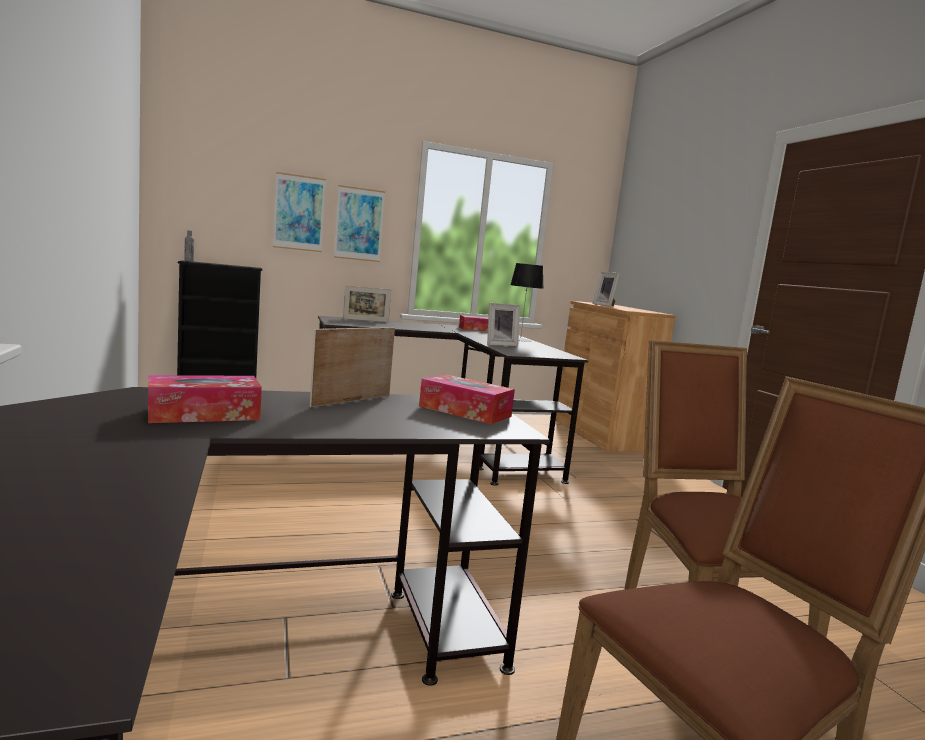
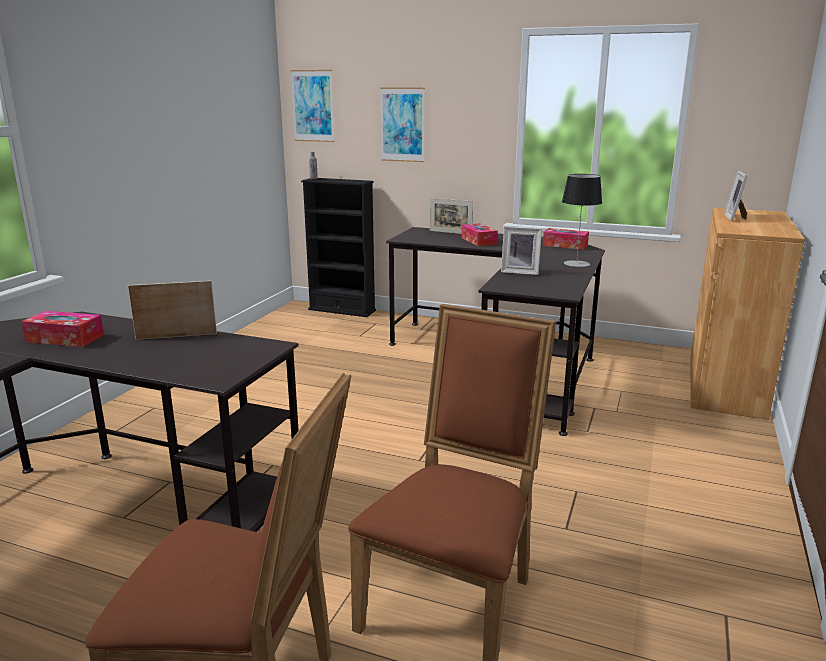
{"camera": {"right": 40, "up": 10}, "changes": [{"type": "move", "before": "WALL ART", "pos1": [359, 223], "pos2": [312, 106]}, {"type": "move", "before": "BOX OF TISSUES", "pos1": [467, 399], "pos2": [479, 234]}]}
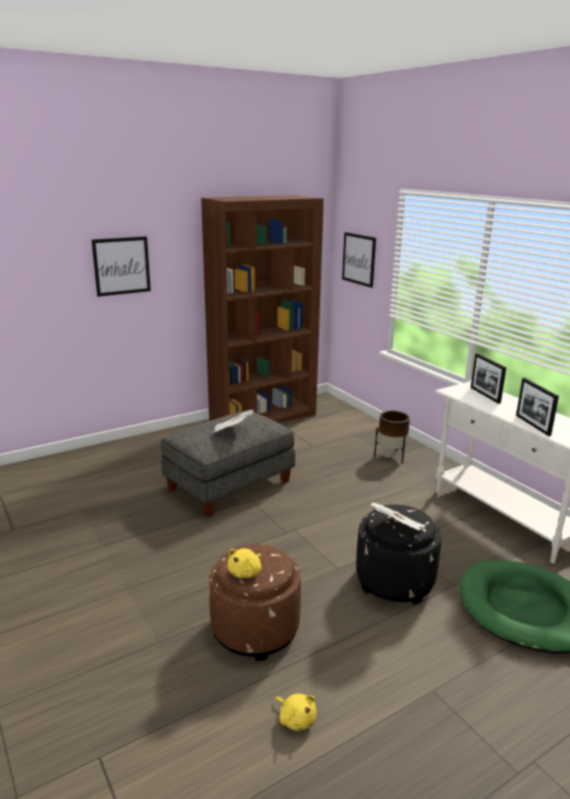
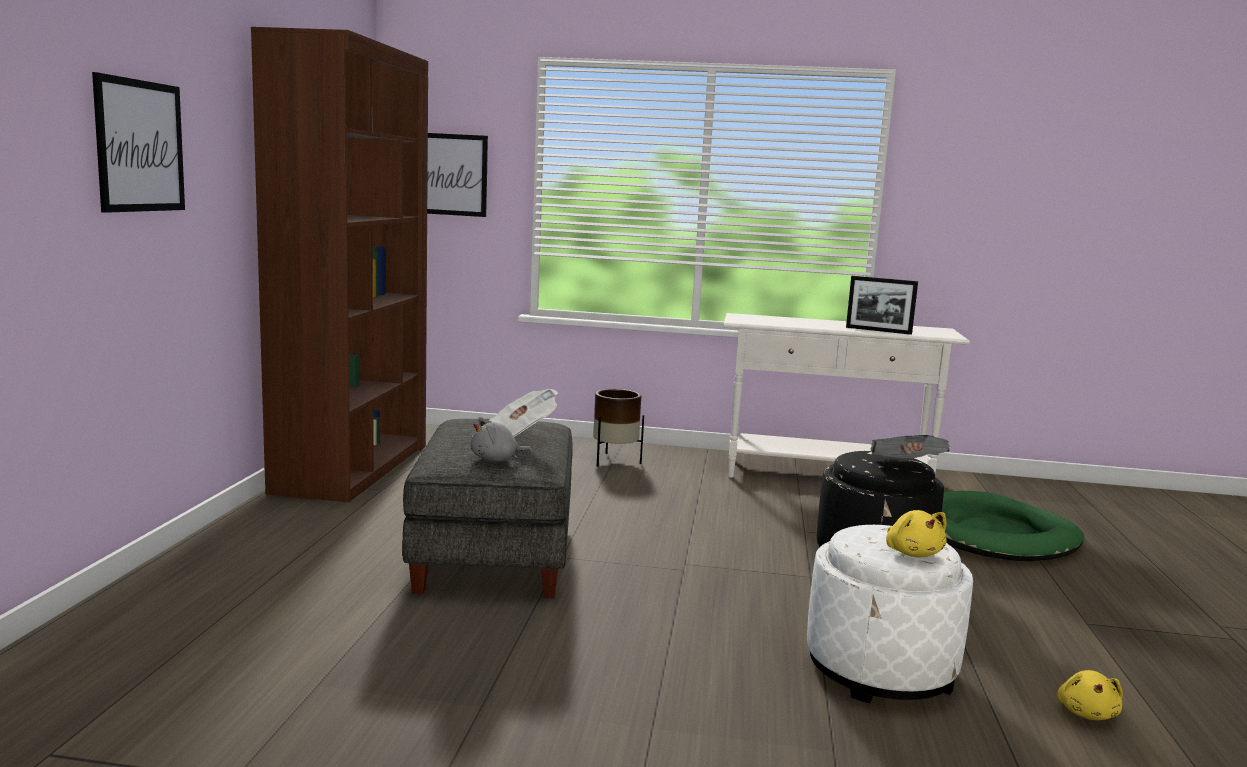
{"camera": {"right": -50, "up": -10}, "changes": [{"type": "insert", "after": "GREY CUDDLY TOY", "pos2": [502, 439]}, {"type": "recolor", "before": "BROWNISH FOOTREST", "after": "WHITE-COLOURED FOOTREST", "pos1": [255, 602], "pos2": [890, 614]}, {"type": "rotate", "before": "YELLOW CUDDLY TOY", "pos1": [296, 712], "pos2": [1090, 695], "turn": 105}, {"type": "delete", "before": "PHOTO FRAME", "pos1": [488, 378]}]}
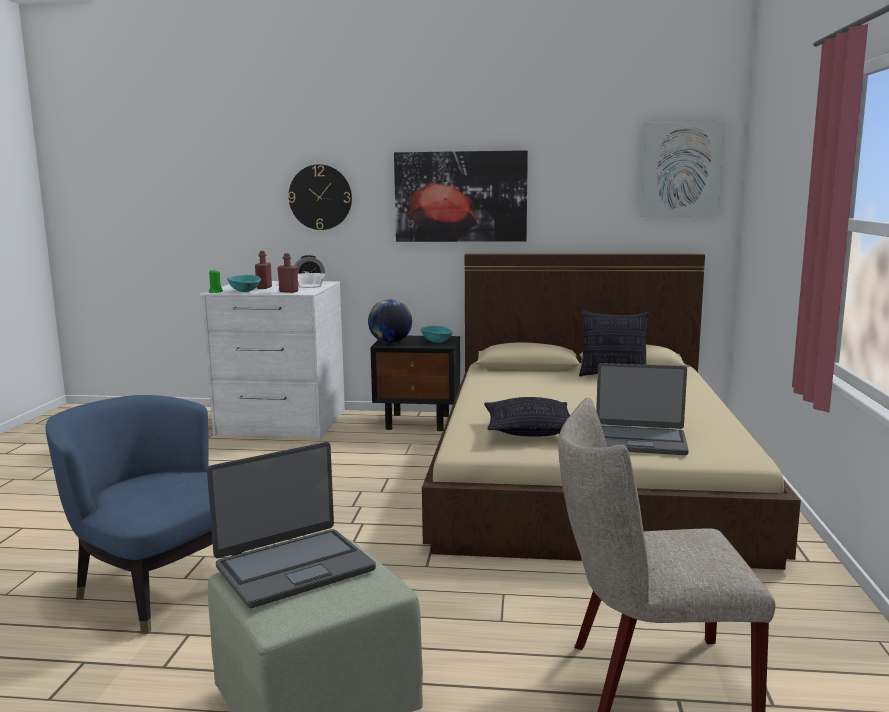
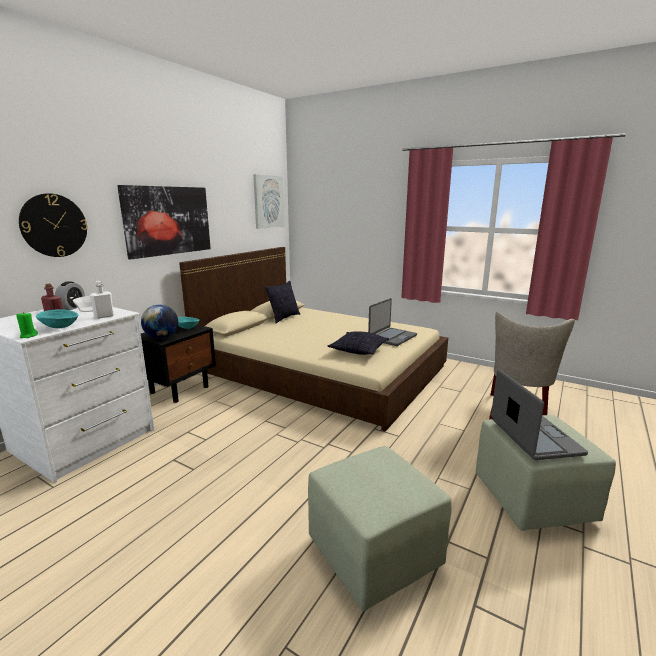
{"camera": {"right": -65, "up": 5}, "changes": [{"type": "recolor", "before": "RED BEVERAGE BOTTLE", "after": "WHITE-COLOURED BEVERAGE BOTTLE", "pos1": [287, 273], "pos2": [101, 300]}, {"type": "replace", "before": "BLUE EASY CHAIR", "after": "GREENISH FOOTREST", "pos1": [143, 514], "pos2": [380, 528]}]}
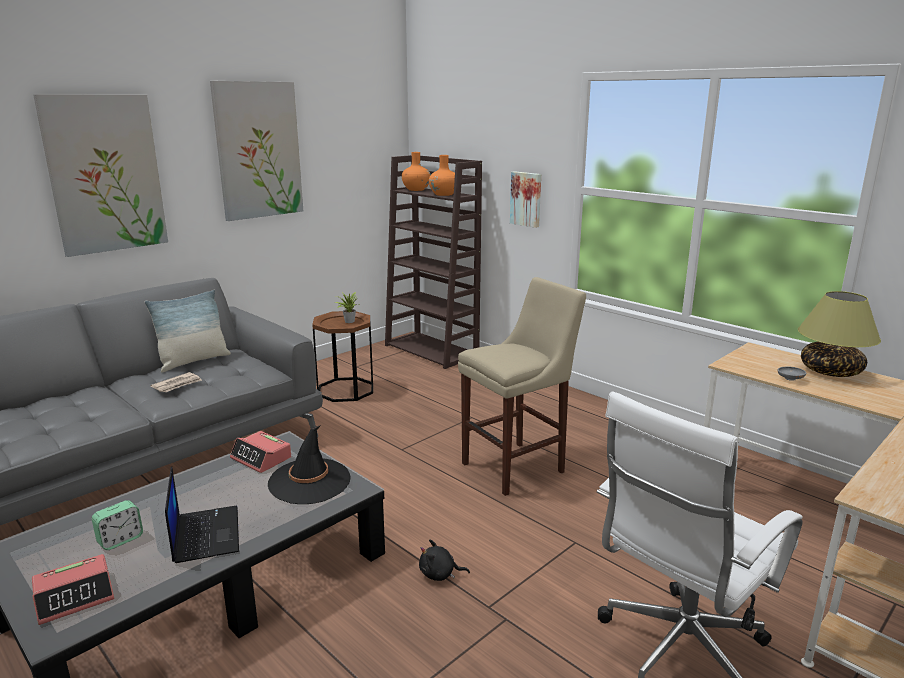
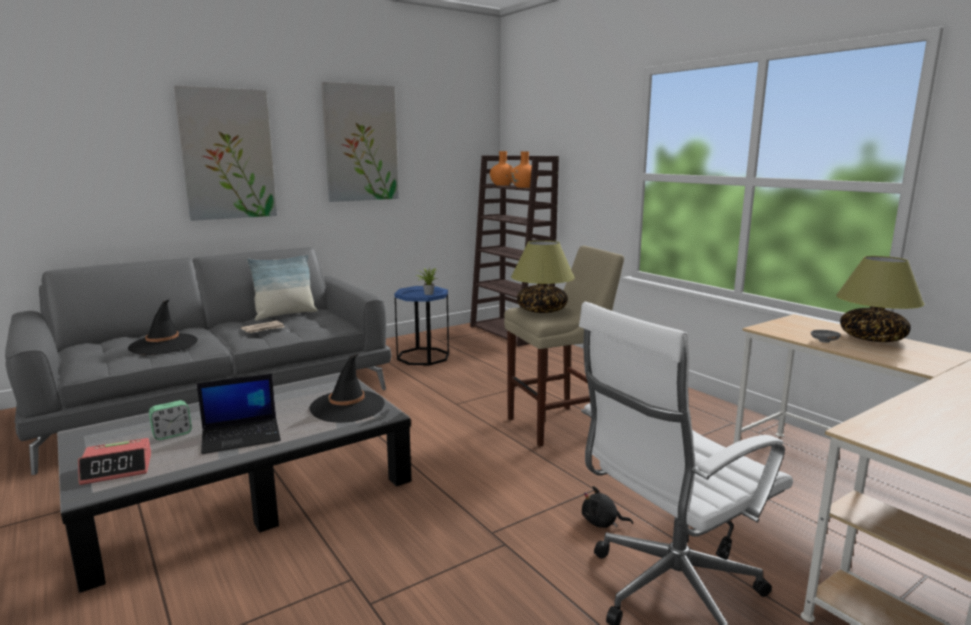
{"camera": {"right": 10, "up": -5}, "changes": [{"type": "insert", "after": "BLACKISH CLOTHING HAT", "pos2": [163, 327]}, {"type": "rotate", "before": "LAPTOP", "pos1": [202, 515], "pos2": [239, 414], "turn": 75}, {"type": "recolor", "before": "BROWNISH END TABLE", "after": "BLUE END TABLE", "pos1": [342, 356], "pos2": [422, 325]}, {"type": "insert", "after": "TABLETOP LAMP", "pos2": [543, 276]}, {"type": "move", "before": "BLACKISH CUDDLY TOY", "pos1": [444, 560], "pos2": [607, 507]}, {"type": "delete", "before": "ALARM CLOCK", "pos1": [260, 452]}, {"type": "delete", "before": "WALL ART", "pos1": [525, 199]}]}
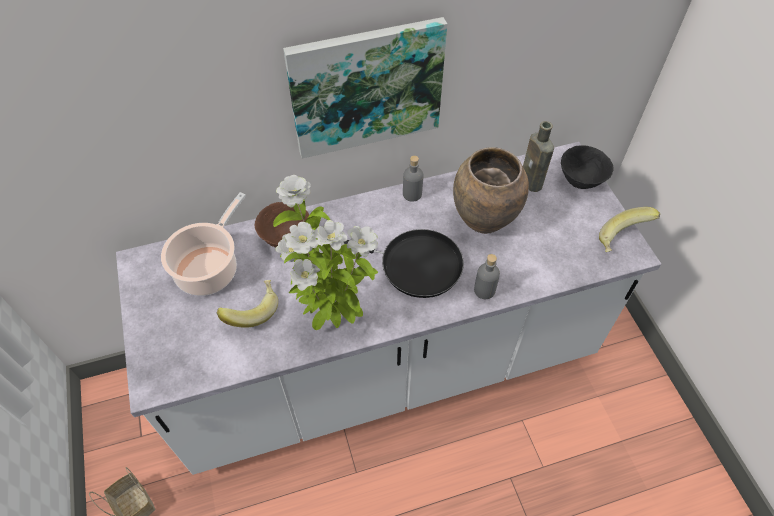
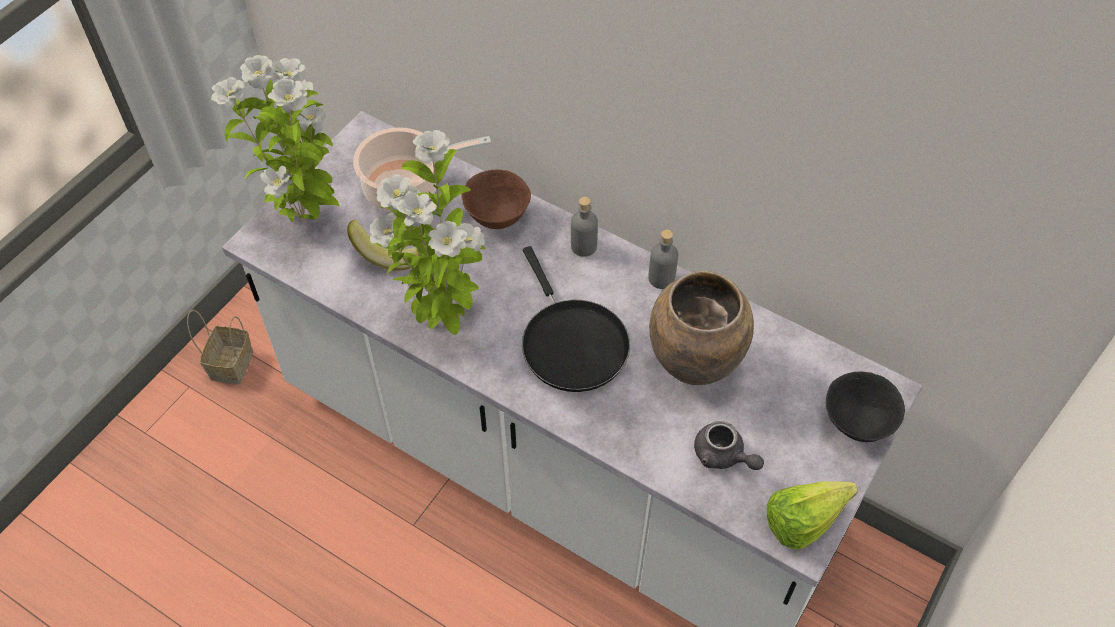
{"camera": {"right": 50, "up": 0}, "changes": [{"type": "insert", "after": "POTTED PLANT", "pos2": [275, 139]}, {"type": "move", "before": "GREY BEVERAGE BOTTLE", "pos1": [487, 276], "pos2": [584, 227]}, {"type": "insert", "after": "GREY TEA POT", "pos2": [729, 445]}, {"type": "replace", "before": "BANANA FRUIT", "after": "HEAD OF LETTUCE", "pos1": [629, 229], "pos2": [812, 515]}, {"type": "delete", "before": "WALL ART", "pos1": [365, 88]}, {"type": "delete", "before": "BROWNISH BEVERAGE BOTTLE", "pos1": [538, 156]}]}
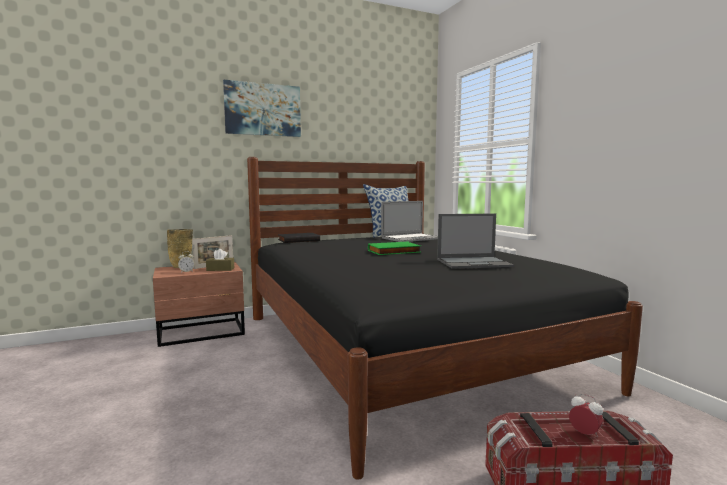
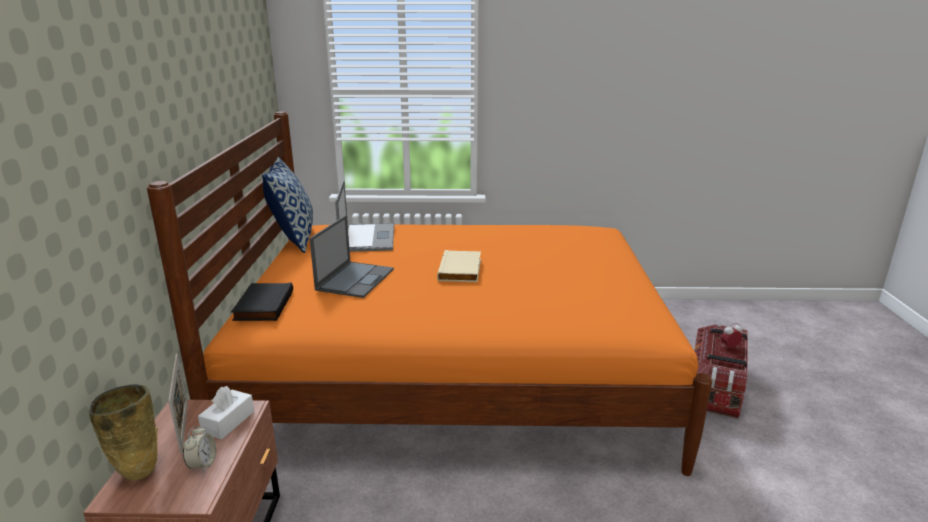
{"camera": {"right": -65, "up": 15}, "changes": [{"type": "recolor", "before": "BLACKISH BEDROOM BED", "after": "ORANGEY BEDROOM BED", "pos1": [445, 318], "pos2": [429, 293]}, {"type": "recolor", "before": "BROWNISH BOX OF TISSUES", "after": "WHITE-COLOURED BOX OF TISSUES", "pos1": [220, 260], "pos2": [226, 413]}, {"type": "move", "before": "LAPTOP", "pos1": [475, 241], "pos2": [352, 256]}, {"type": "recolor", "before": "GREENISH VOLUME", "after": "BEIGE-COLOURED VOLUME", "pos1": [394, 248], "pos2": [459, 266]}, {"type": "delete", "before": "WALL ART", "pos1": [262, 108]}]}
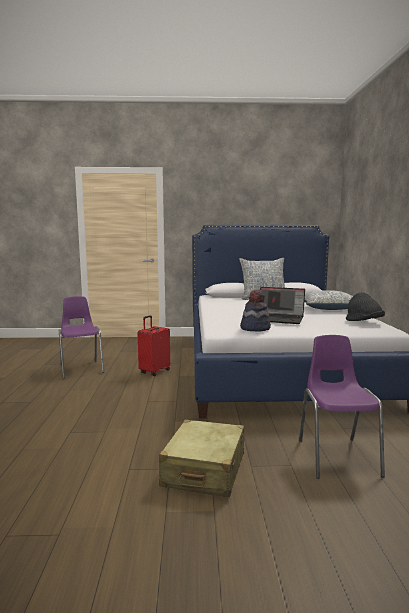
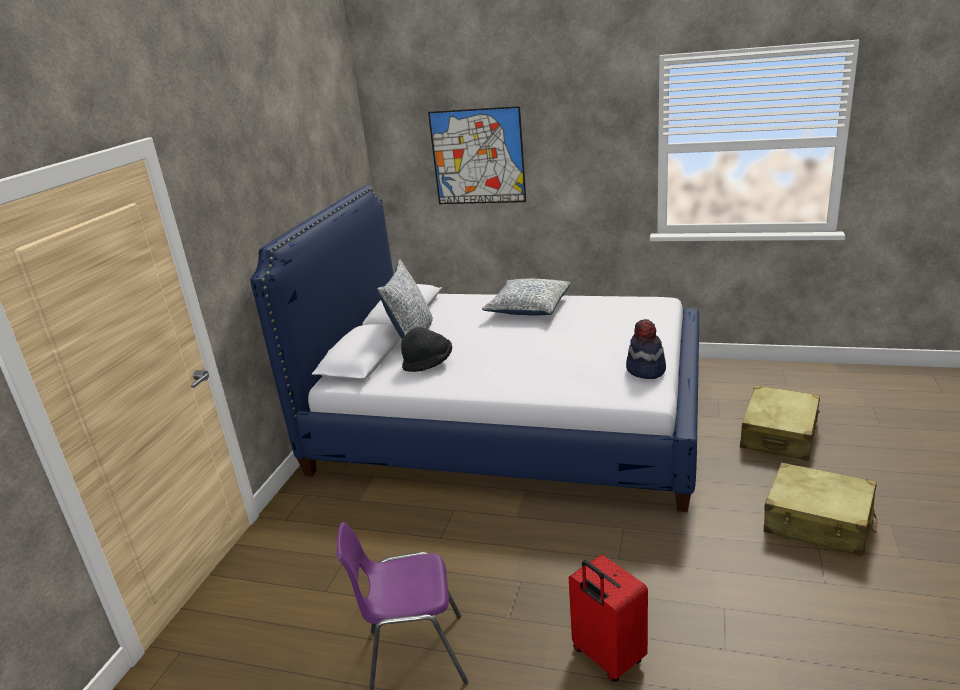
{"camera": {"right": -70, "up": 15}, "changes": [{"type": "move", "before": "BLACKISH CLOTHING HAT", "pos1": [365, 306], "pos2": [426, 349]}, {"type": "insert", "after": "WALL ART", "pos2": [477, 155]}, {"type": "move", "before": "RED PIECE OF LUGGAGE", "pos1": [154, 345], "pos2": [608, 618]}, {"type": "replace", "before": "PURPLISH UPRIGHT CHAIR", "after": "BEIGE-COLOURED PIECE OF LUGGAGE", "pos1": [342, 407], "pos2": [780, 423]}, {"type": "delete", "before": "LAPTOP", "pos1": [282, 305]}]}
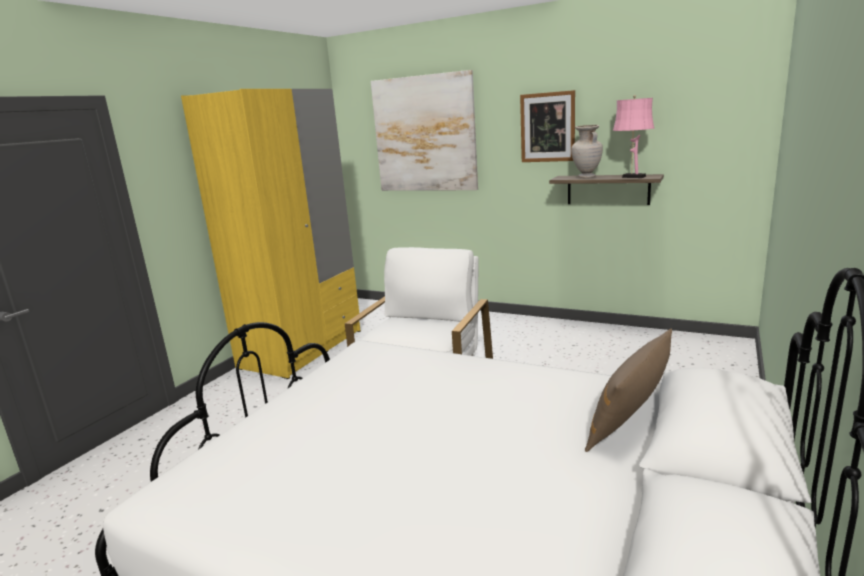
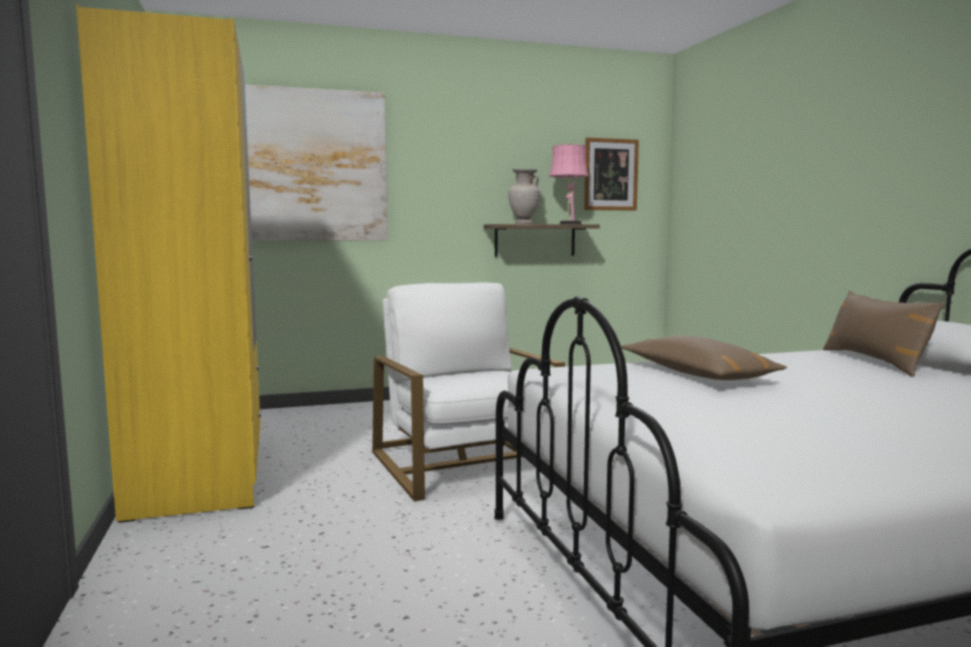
{"camera": {"right": -45, "up": -10}, "changes": [{"type": "move", "before": "WALL ART", "pos1": [547, 126], "pos2": [611, 174]}, {"type": "insert", "after": "BROWNISH PILLOW", "pos2": [704, 357]}]}
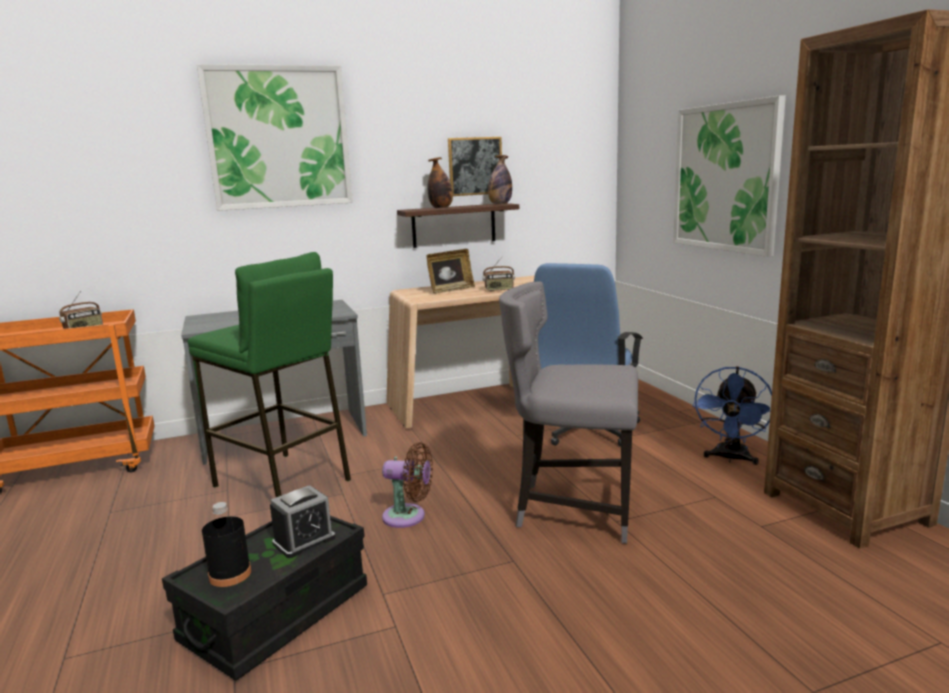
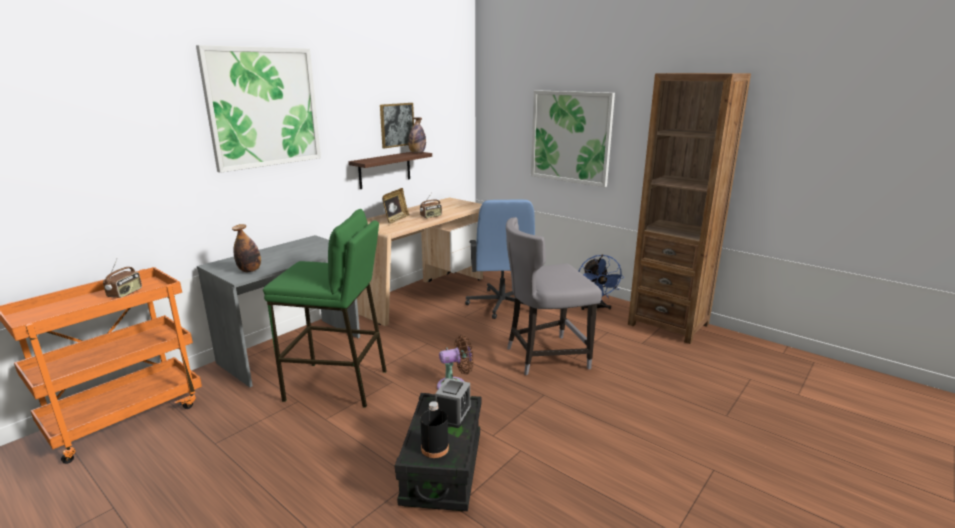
{"camera": {"right": -30, "up": 5}, "changes": [{"type": "move", "before": "BEVERAGE BOTTLE", "pos1": [440, 182], "pos2": [246, 248]}]}
